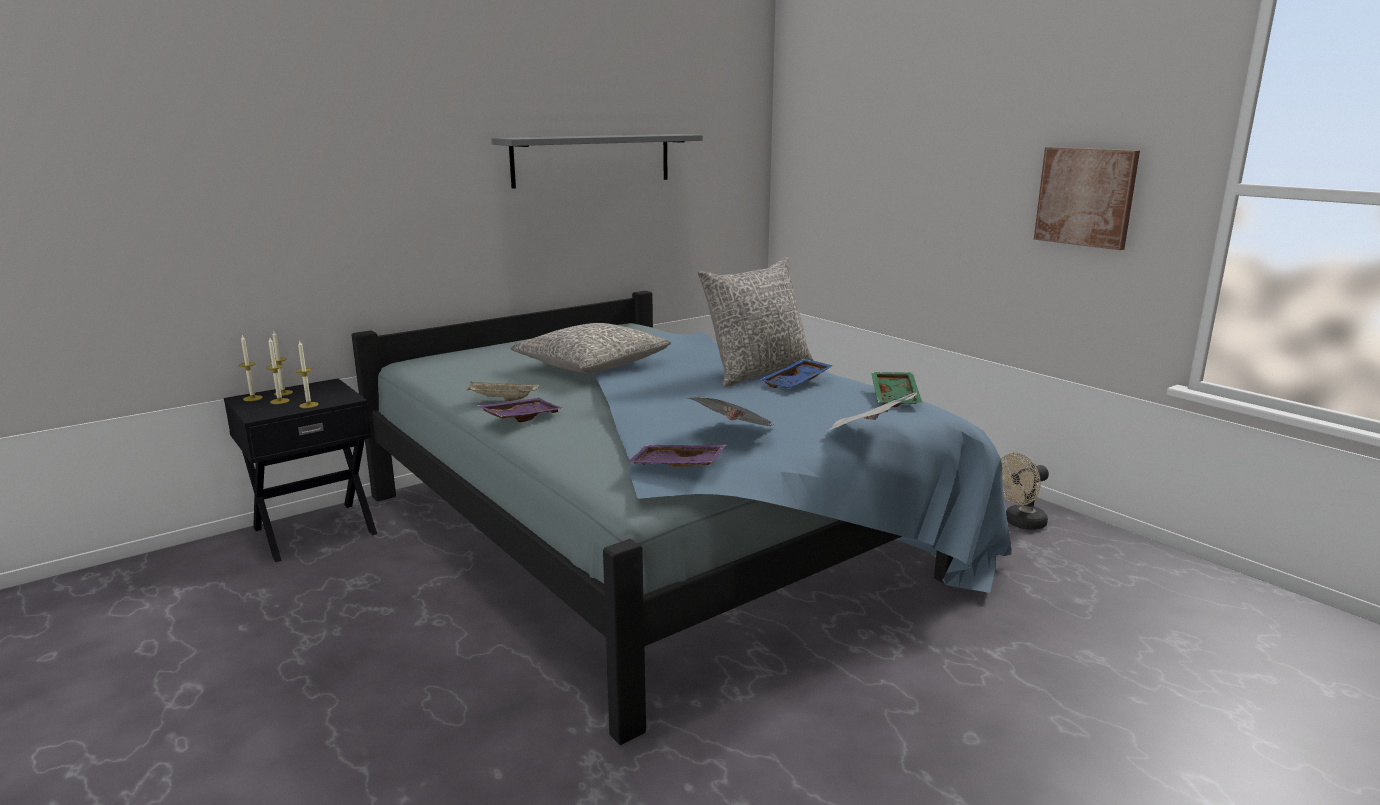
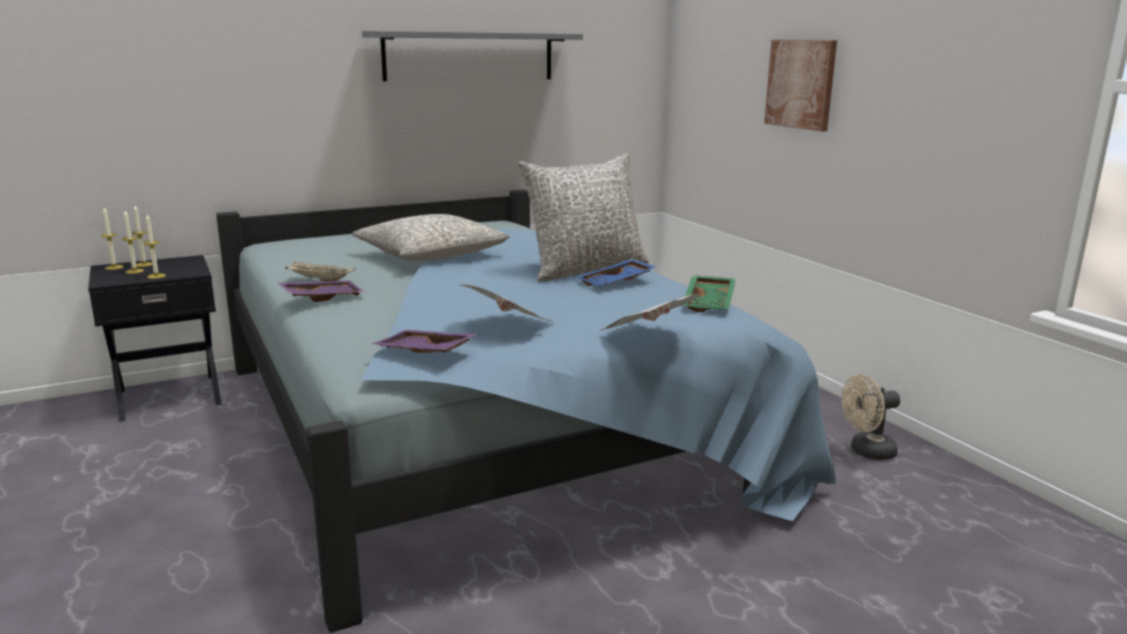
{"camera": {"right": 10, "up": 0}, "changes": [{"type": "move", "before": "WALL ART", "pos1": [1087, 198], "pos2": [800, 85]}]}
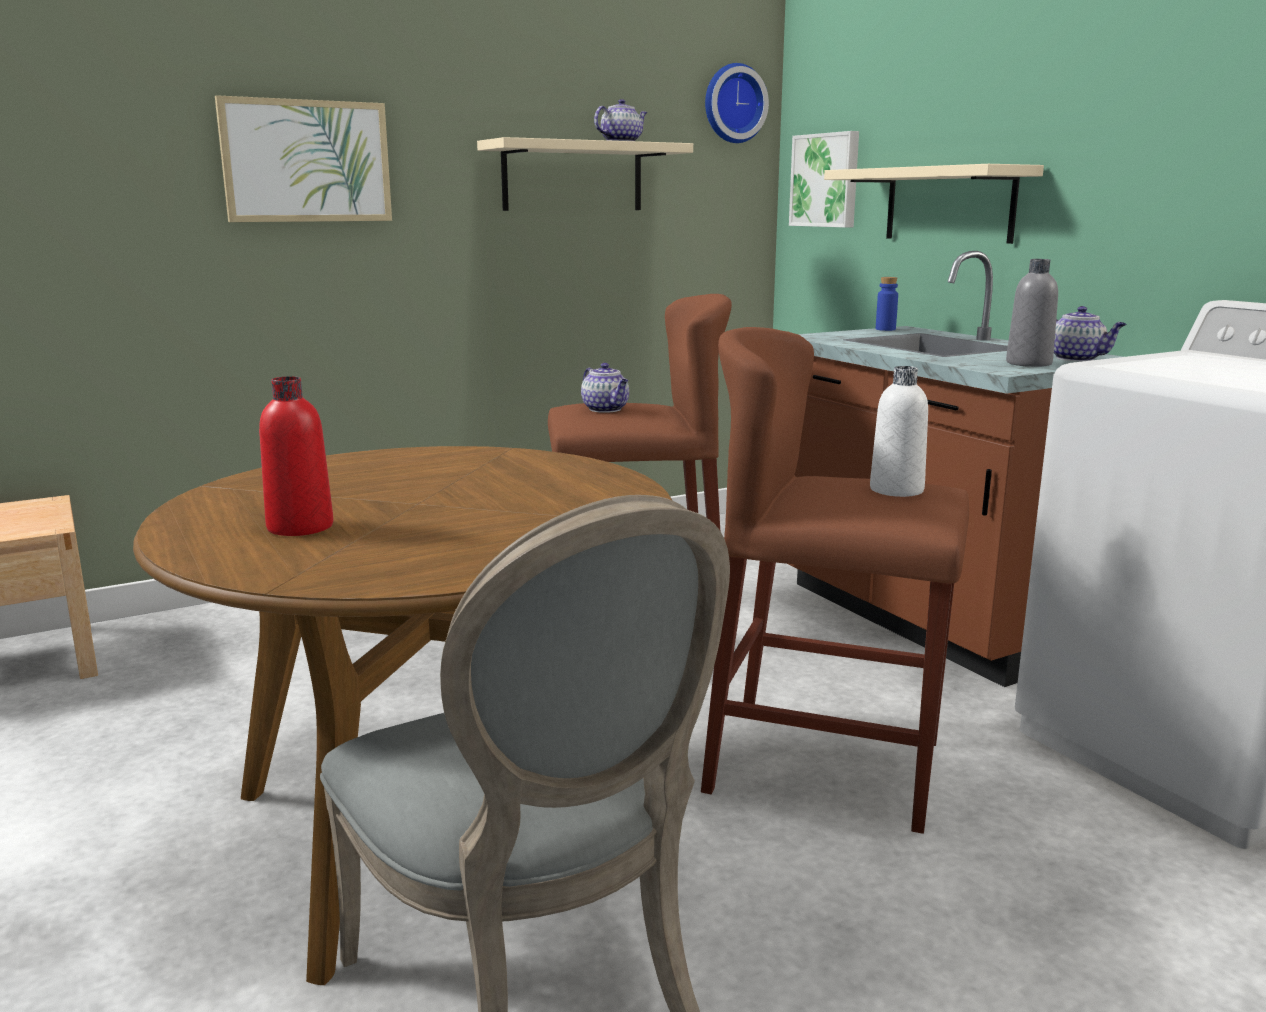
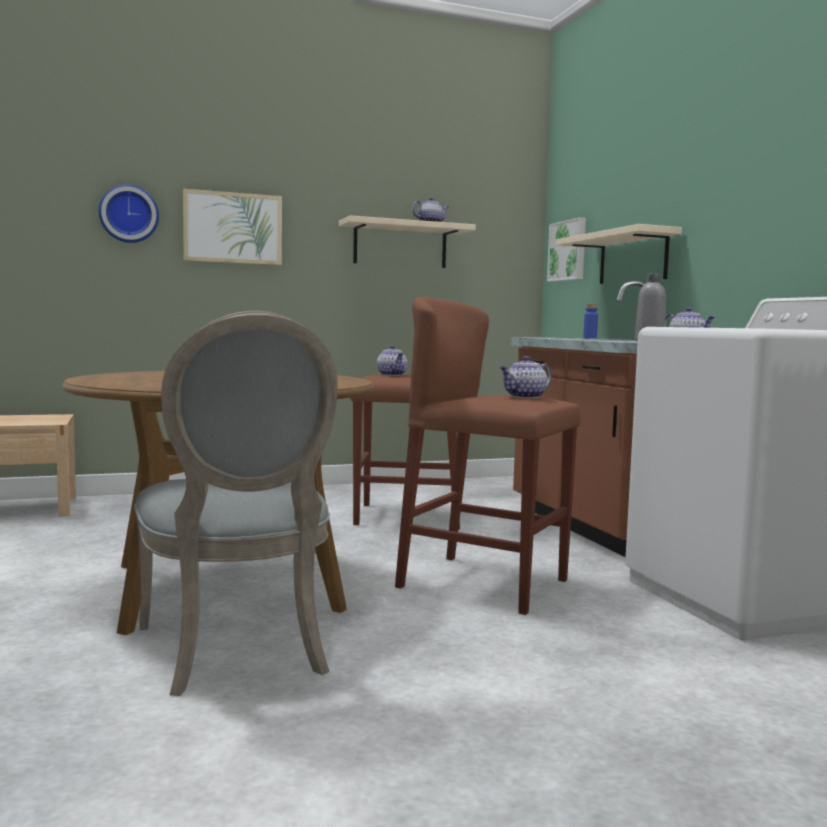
{"camera": {"right": 10, "up": -10}, "changes": [{"type": "move", "before": "HANGING CLOCK", "pos1": [737, 103], "pos2": [129, 214]}, {"type": "replace", "before": "WHITE-COLOURED BEVERAGE BOTTLE", "after": "TEA POT", "pos1": [899, 431], "pos2": [526, 377]}, {"type": "delete", "before": "RED BEVERAGE BOTTLE", "pos1": [296, 456]}]}
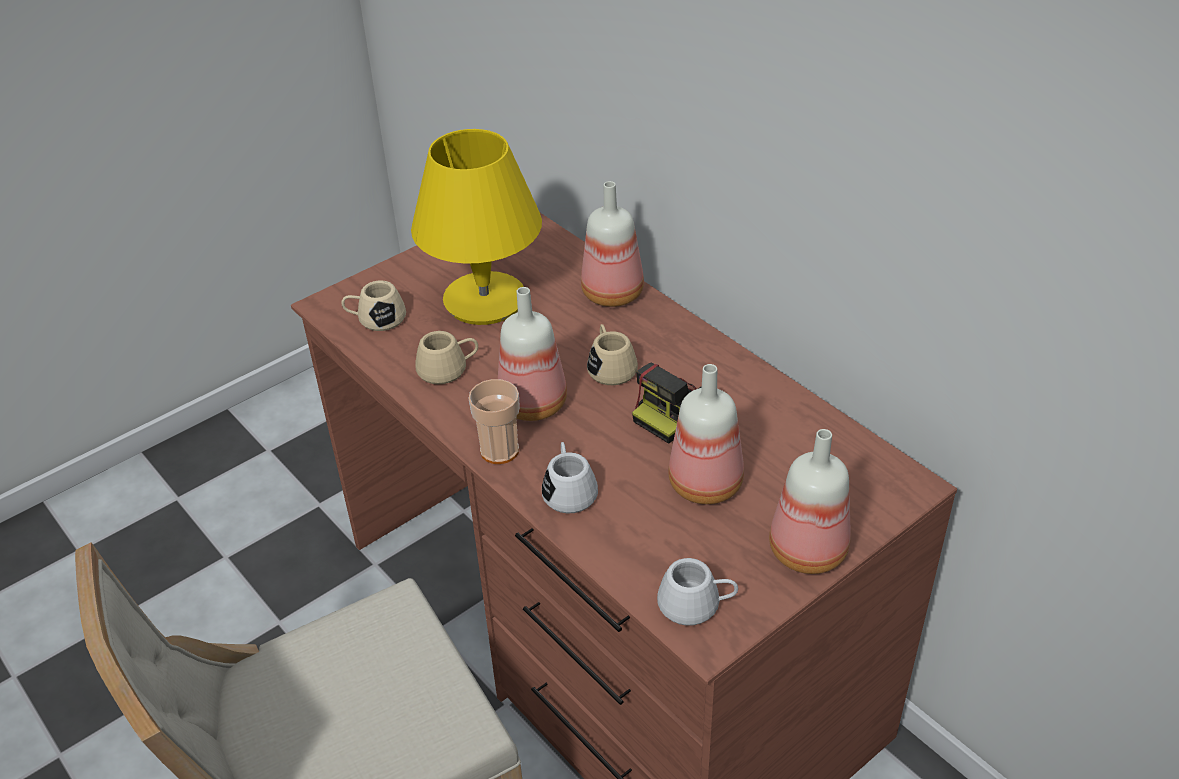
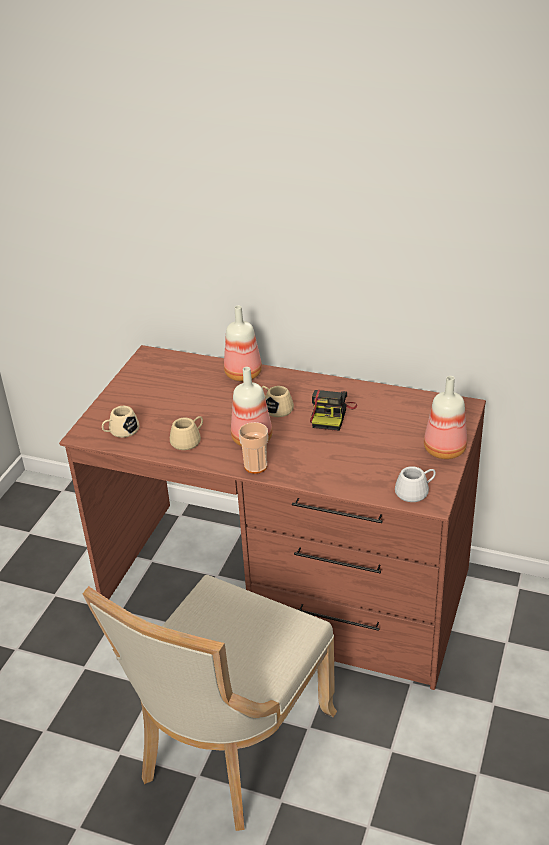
{"camera": {"right": -30, "up": -5}, "changes": [{"type": "delete", "before": "YELLOW TABLETOP LAMP", "pos1": [476, 227]}, {"type": "delete", "before": "WHITE-COLOURED COFFEE MUG", "pos1": [570, 478]}, {"type": "delete", "before": "BEVERAGE BOTTLE", "pos1": [706, 434]}]}
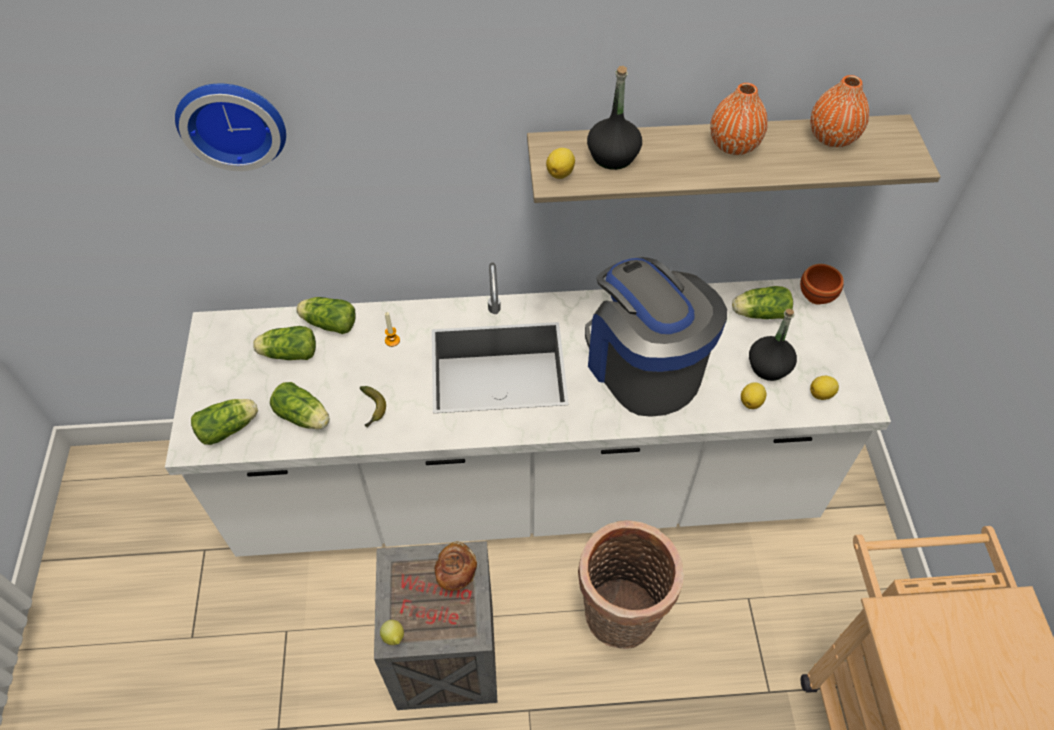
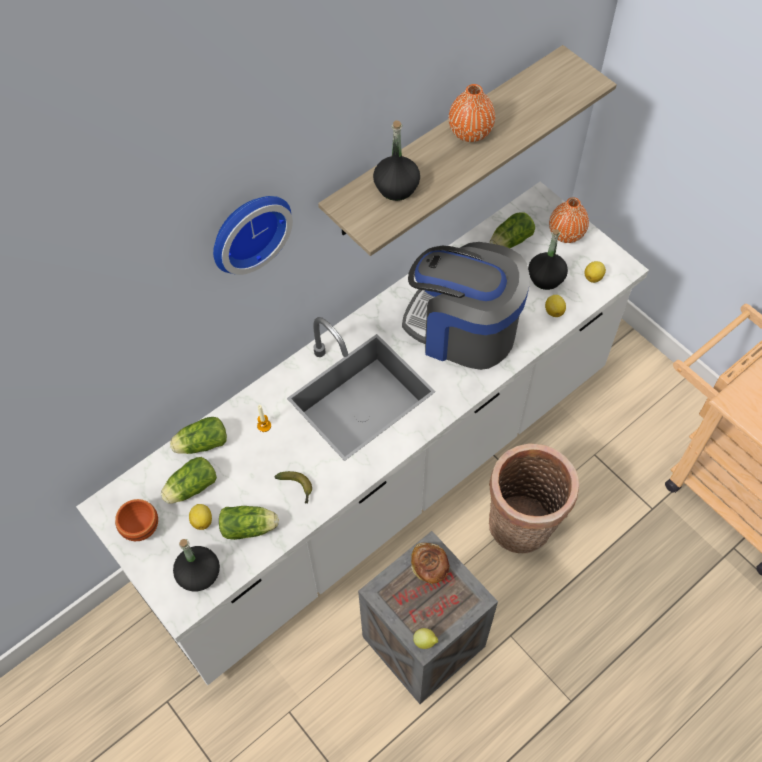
{"camera": {"right": -35, "up": 5}, "changes": [{"type": "move", "before": "BROWNISH DEEP DISH", "pos1": [822, 284], "pos2": [136, 520]}, {"type": "replace", "before": "HEAD OF LETTUCE", "after": "BLACKISH BEVERAGE BOTTLE", "pos1": [224, 422], "pos2": [196, 565]}, {"type": "move", "before": "CITRUS FRUIT", "pos1": [560, 163], "pos2": [200, 517]}, {"type": "move", "before": "HANGING CLOCK", "pos1": [230, 127], "pos2": [253, 235]}, {"type": "move", "before": "ORANGEY DECORATIVE VASE", "pos1": [839, 111], "pos2": [569, 220]}]}
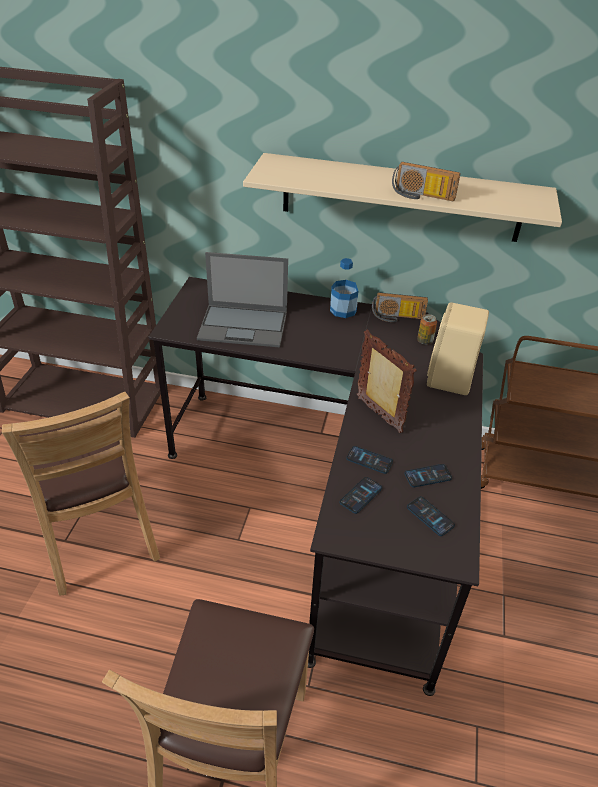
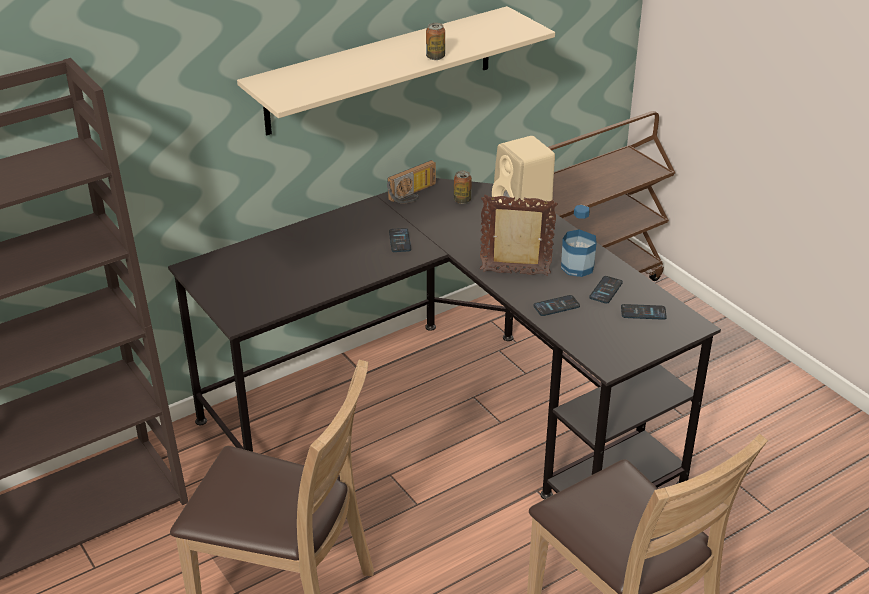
{"camera": {"right": -45, "up": -5}, "changes": [{"type": "move", "before": "PHONE", "pos1": [361, 495], "pos2": [400, 240]}, {"type": "replace", "before": "RADIO RECEIVER", "after": "CAN", "pos1": [426, 181], "pos2": [435, 41]}, {"type": "move", "before": "BEVERAGE BOTTLE", "pos1": [344, 288], "pos2": [579, 241]}, {"type": "delete", "before": "LAPTOP", "pos1": [242, 299]}]}
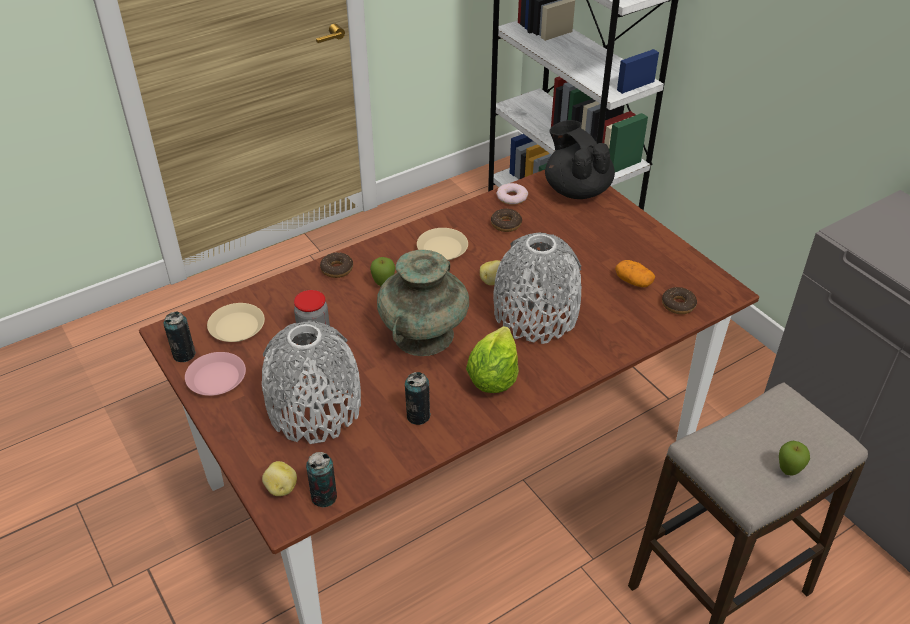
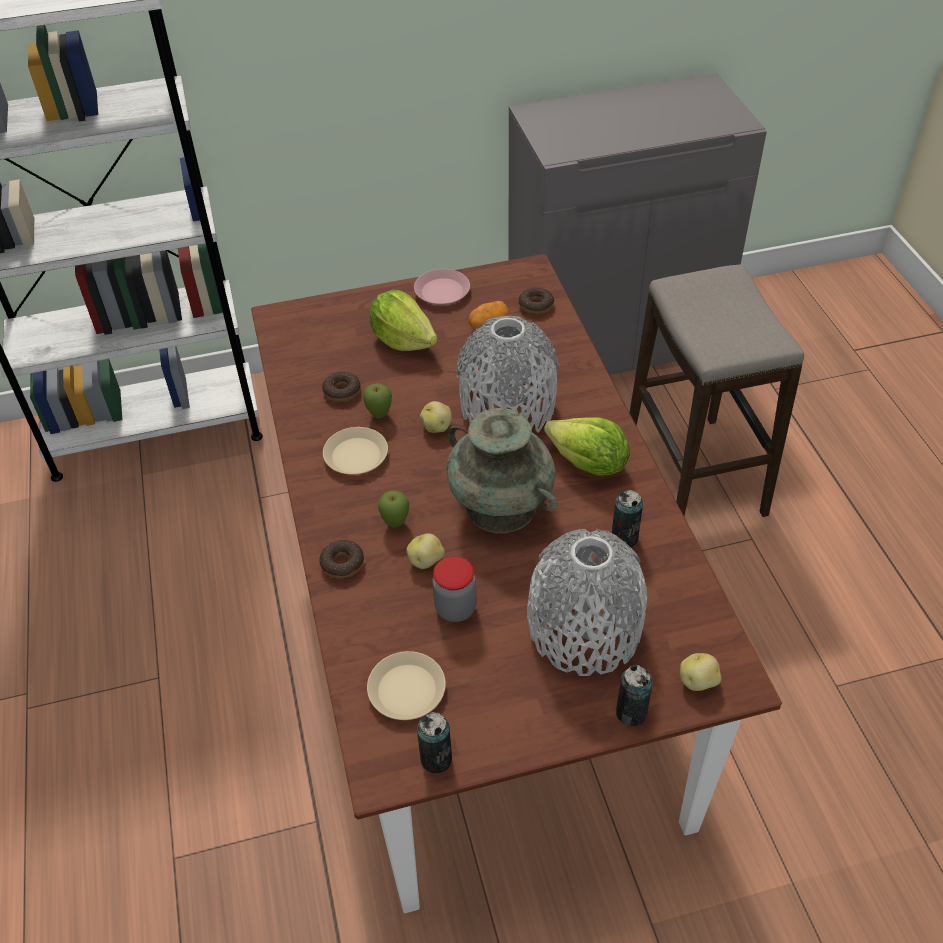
{"camera": {"right": -70, "up": 5}, "changes": [{"type": "move", "before": "WHOLE APPLE", "pos1": [794, 458], "pos2": [377, 401]}, {"type": "insert", "after": "HEAD OF LETTUCE", "pos2": [404, 320]}, {"type": "insert", "after": "WHOLE POTATO", "pos2": [425, 551]}, {"type": "move", "before": "PINK FLAT DISH", "pos1": [215, 374], "pos2": [442, 287]}, {"type": "move", "before": "CAN", "pos1": [321, 480], "pos2": [634, 696]}, {"type": "delete", "before": "DOUGHNUT", "pos1": [512, 194]}, {"type": "delete", "before": "BLACKISH TEA POT", "pos1": [580, 159]}]}
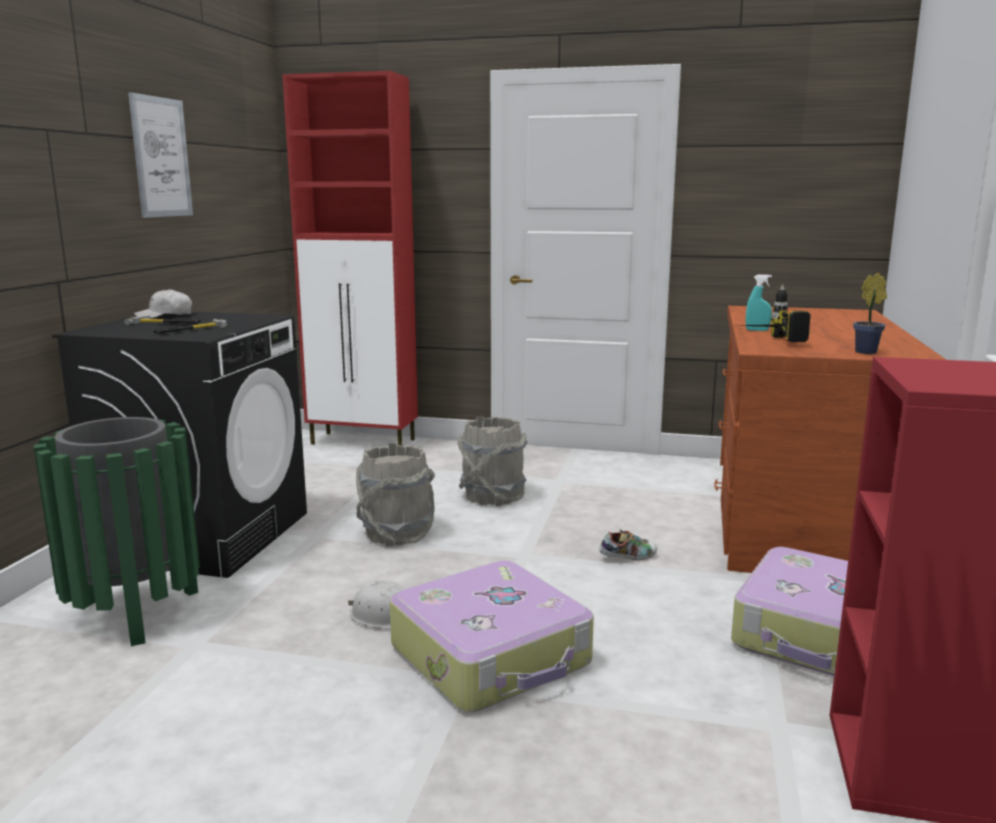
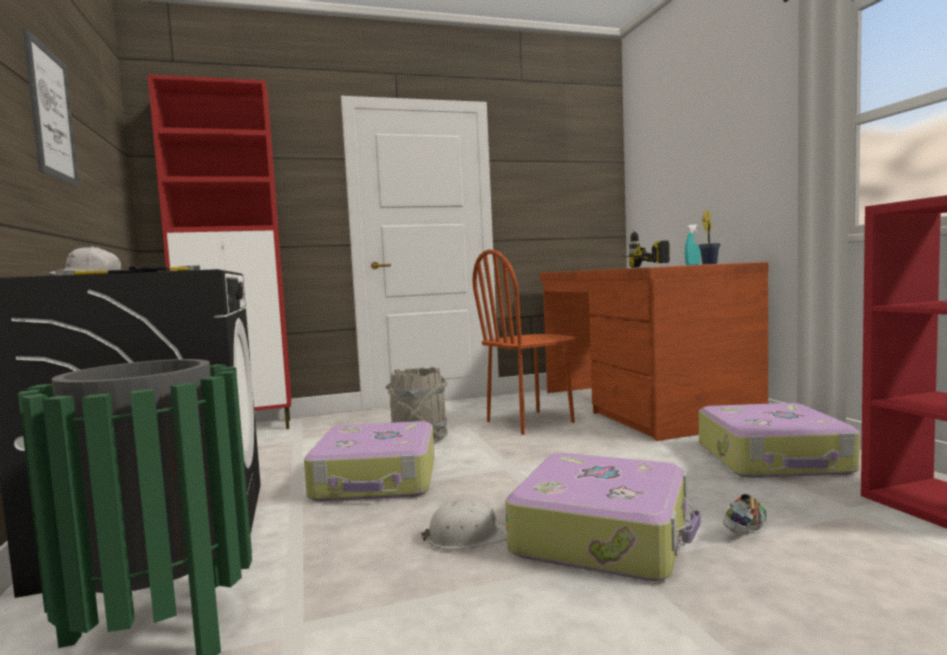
{"camera": {"right": -30, "up": -10}, "changes": [{"type": "replace", "before": "GREY WATER BUCKET", "after": "PIECE OF LUGGAGE", "pos1": [395, 495], "pos2": [369, 461]}, {"type": "insert", "after": "BROWNISH UPRIGHT CHAIR", "pos2": [524, 342]}, {"type": "move", "before": "BLUE-GREEN SPRAYER", "pos1": [759, 303], "pos2": [693, 245]}, {"type": "move", "before": "ITEM OF FOOTWEAR", "pos1": [628, 544], "pos2": [744, 514]}]}
